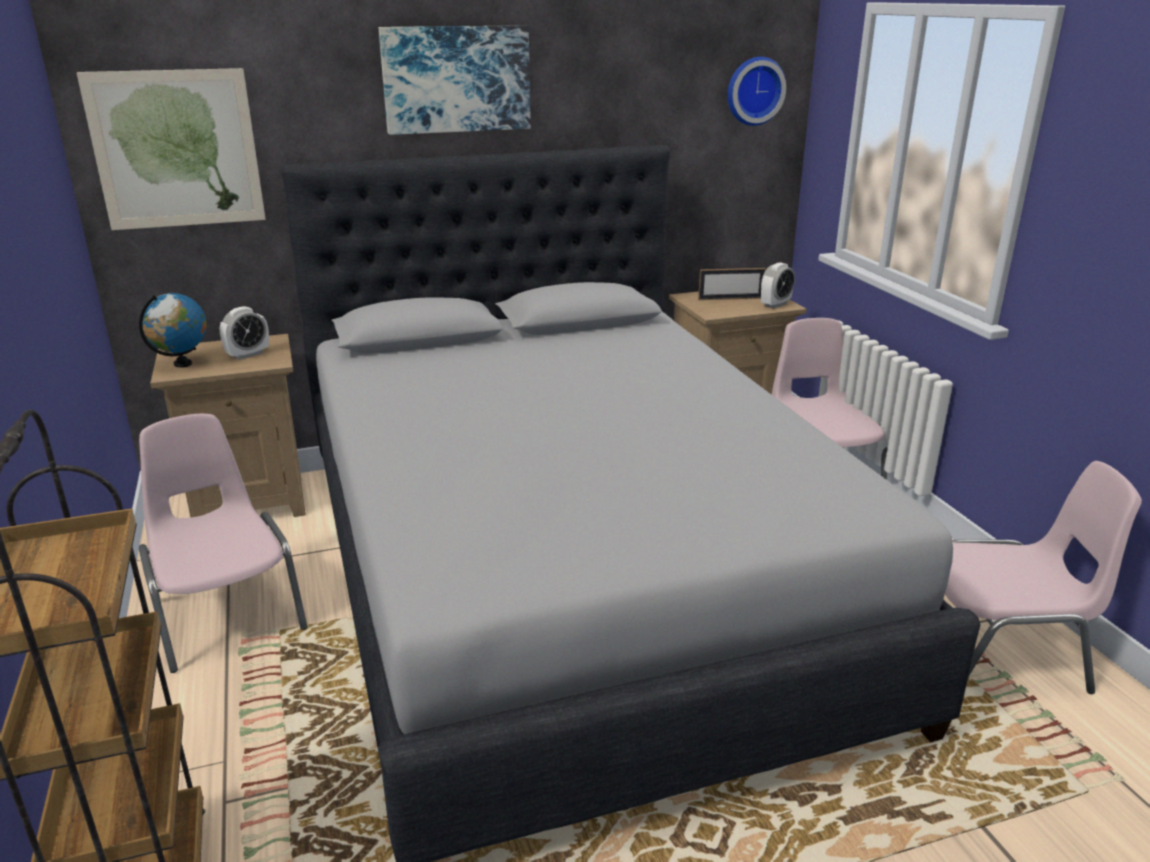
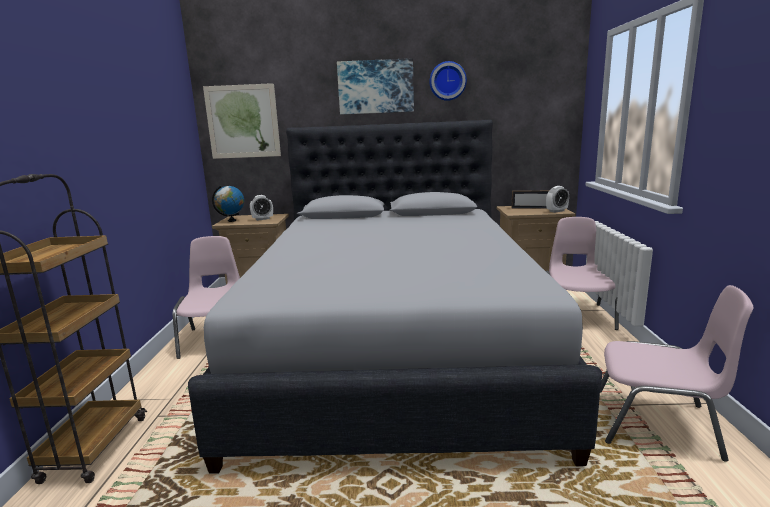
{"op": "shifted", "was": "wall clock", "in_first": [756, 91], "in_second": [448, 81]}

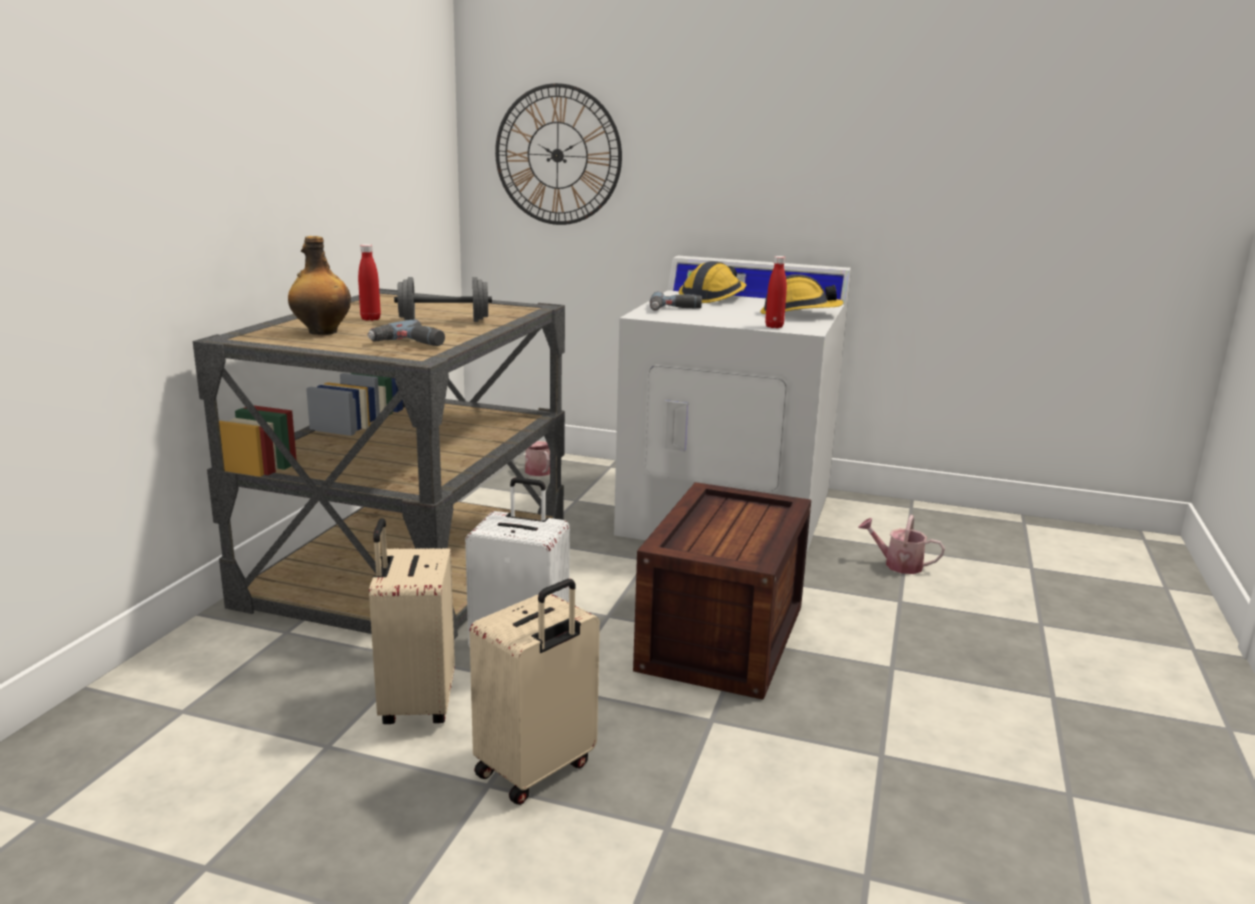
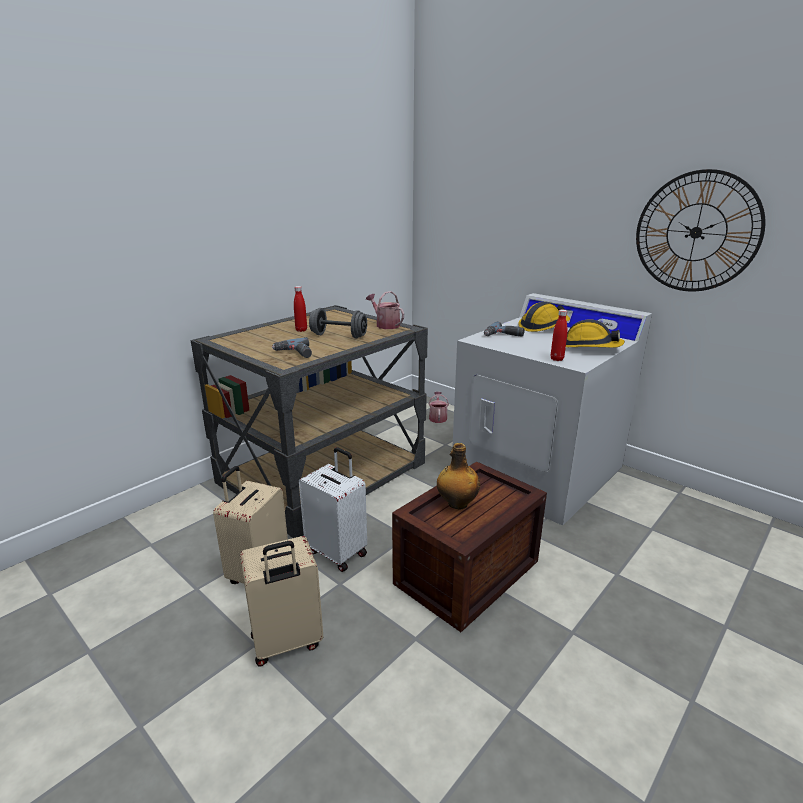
{"op": "shifted", "was": "drink bottle", "in_first": [319, 285], "in_second": [458, 476]}
{"op": "shifted", "was": "wall clock", "in_first": [558, 154], "in_second": [700, 230]}
{"op": "shifted", "was": "sprinkling can", "in_first": [901, 544], "in_second": [385, 310]}

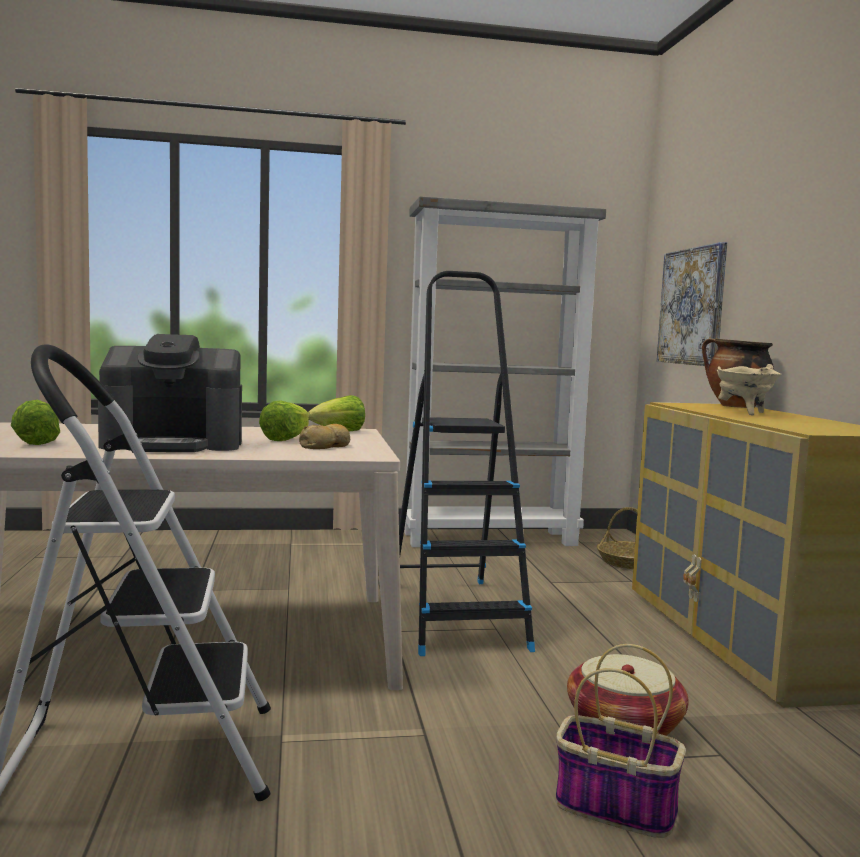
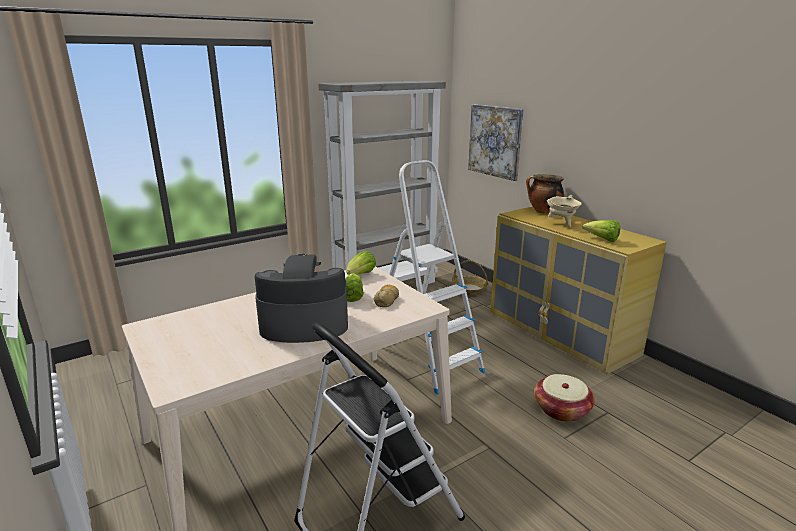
{"op": "shifted", "was": "lettuce", "in_first": [35, 422], "in_second": [601, 231]}
{"op": "rotated", "was": "coffee maker", "in_first": [170, 393], "in_second": [301, 298], "clockwise": -150}
{"op": "repainted", "was": "stepladder (blackish)", "now": "stepladder (white-coloured)", "in_first": [467, 463], "in_second": [437, 277]}
{"op": "gone", "was": "basket", "in_first": [620, 741]}

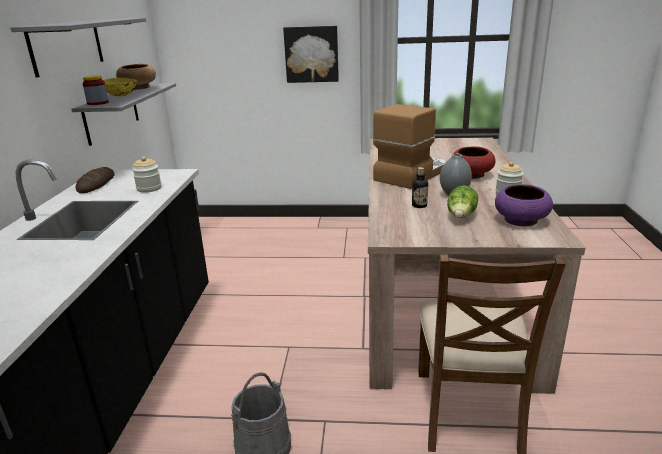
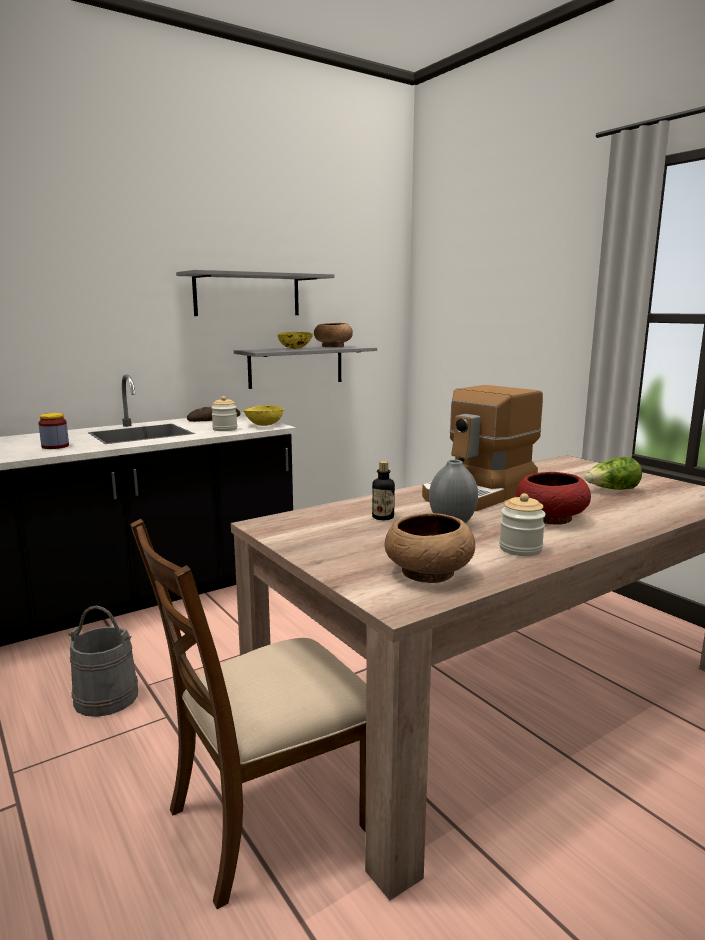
{"op": "shifted", "was": "preserve jar", "in_first": [96, 90], "in_second": [54, 431]}
{"op": "gone", "was": "wall picture", "in_first": [311, 54]}
{"op": "rotated", "was": "coffee maker", "in_first": [409, 146], "in_second": [482, 448], "clockwise": 135}
{"op": "shifted", "was": "lettuce", "in_first": [463, 201], "in_second": [613, 473]}
{"op": "repainted", "was": "bowl (purple)", "now": "bowl (brown)", "in_first": [524, 205], "in_second": [429, 548]}
{"op": "new", "now": "bowl (yellow-coloured)", "in_second": [263, 415]}

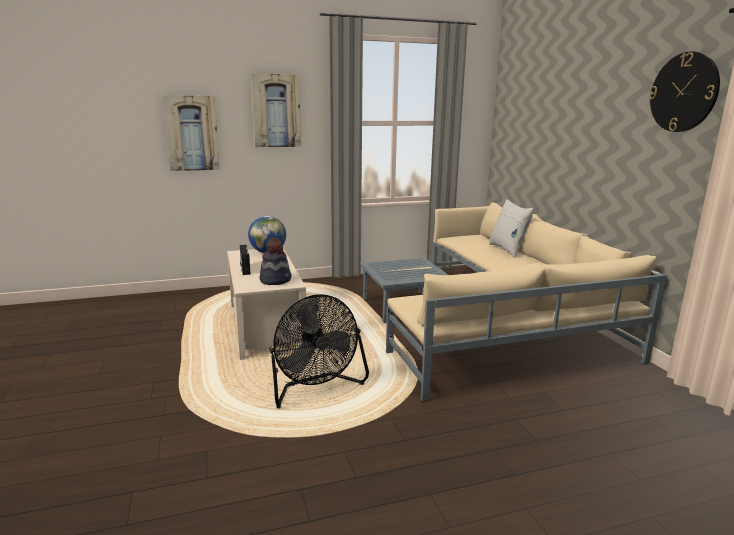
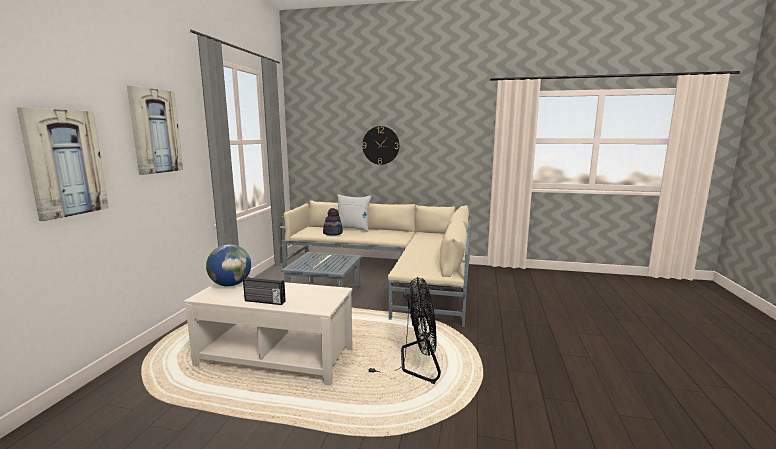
{"op": "shifted", "was": "hat", "in_first": [275, 261], "in_second": [333, 222]}
{"op": "shifted", "was": "wall clock", "in_first": [684, 91], "in_second": [380, 145]}

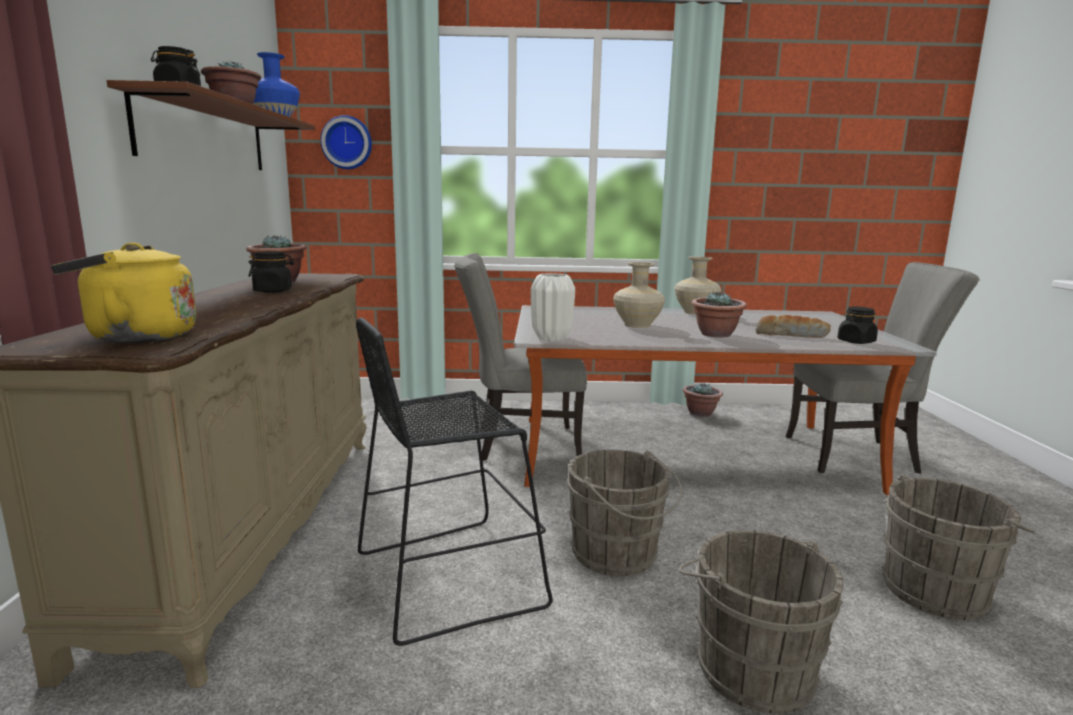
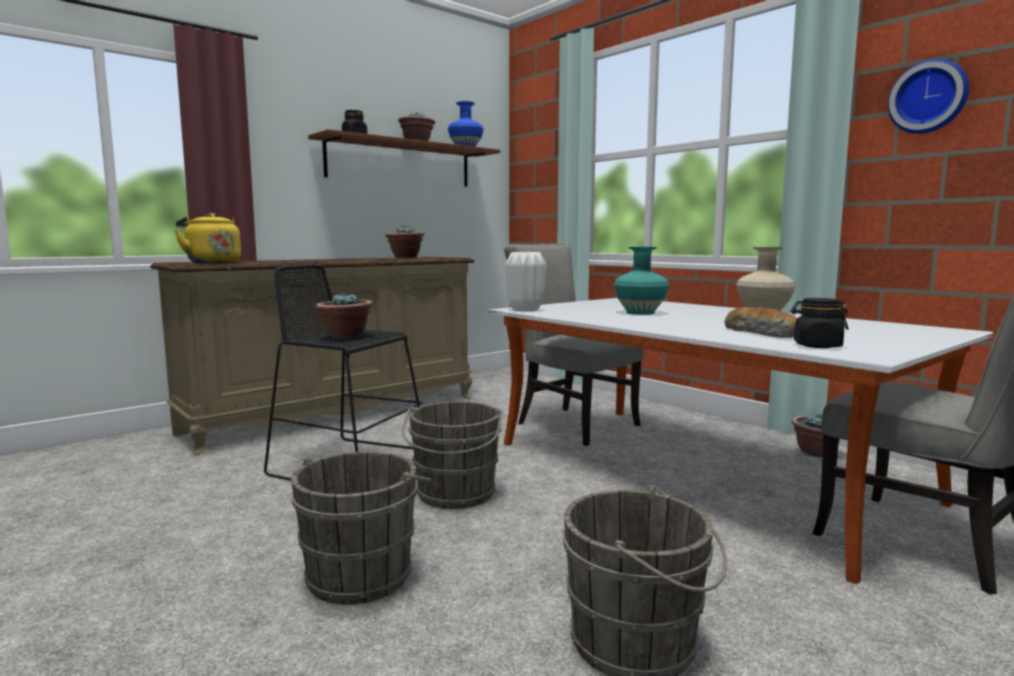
{"op": "gone", "was": "preserve jar (blackish)", "in_first": [271, 272]}
{"op": "shifted", "was": "wall clock", "in_first": [346, 142], "in_second": [928, 96]}
{"op": "repainted", "was": "flower vase (beige)", "now": "flower vase (turquoise)", "in_first": [639, 295], "in_second": [641, 281]}
{"op": "shifted", "was": "potted plant", "in_first": [719, 315], "in_second": [344, 315]}

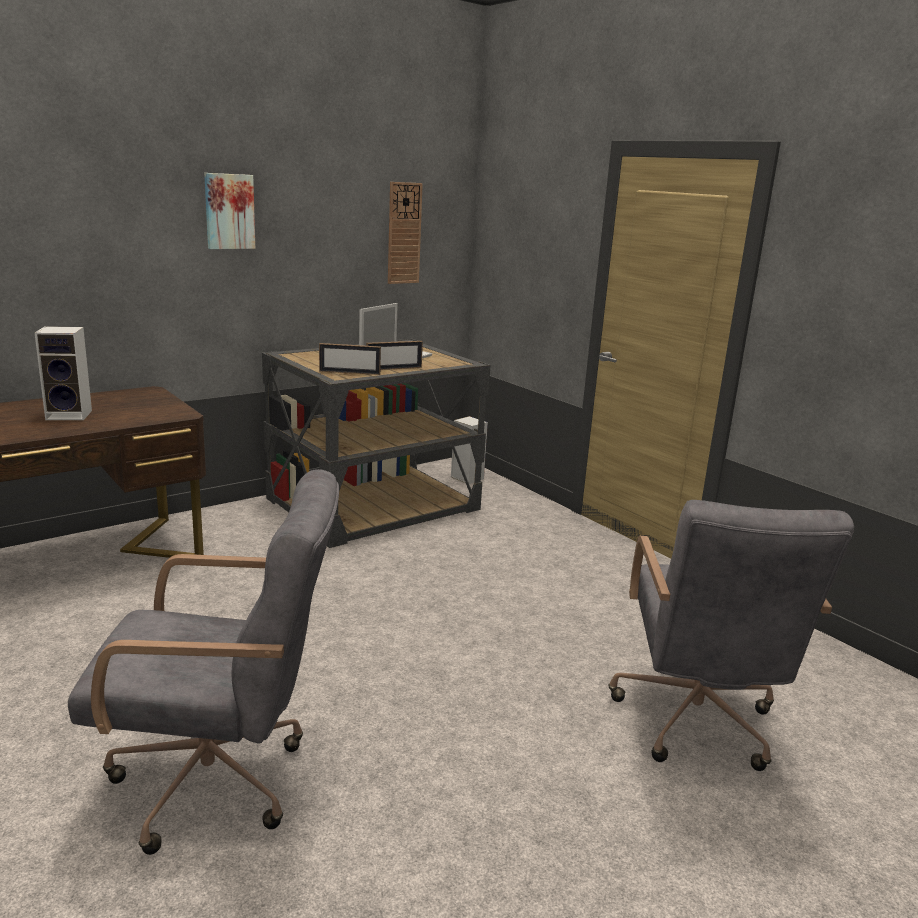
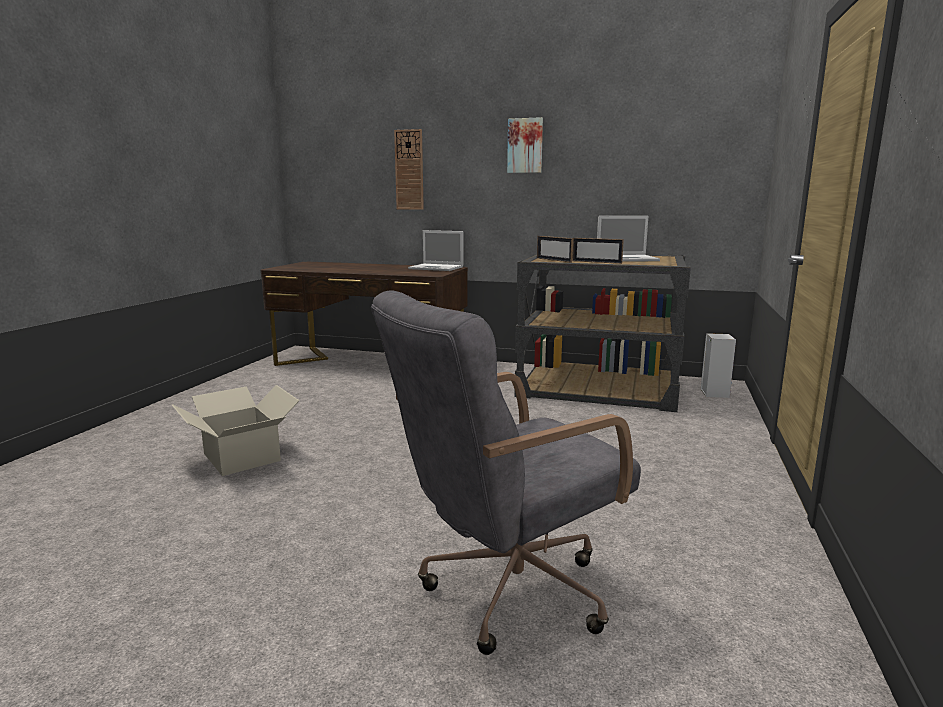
{"op": "gone", "was": "audio speaker", "in_first": [63, 373]}
{"op": "swapped", "was": "office chair (greyish)", "now": "cardboard box", "in_first": [203, 662], "in_second": [236, 430]}
{"op": "shifted", "was": "wall clock", "in_first": [405, 233], "in_second": [409, 169]}
{"op": "new", "now": "laptop", "in_second": [435, 250]}

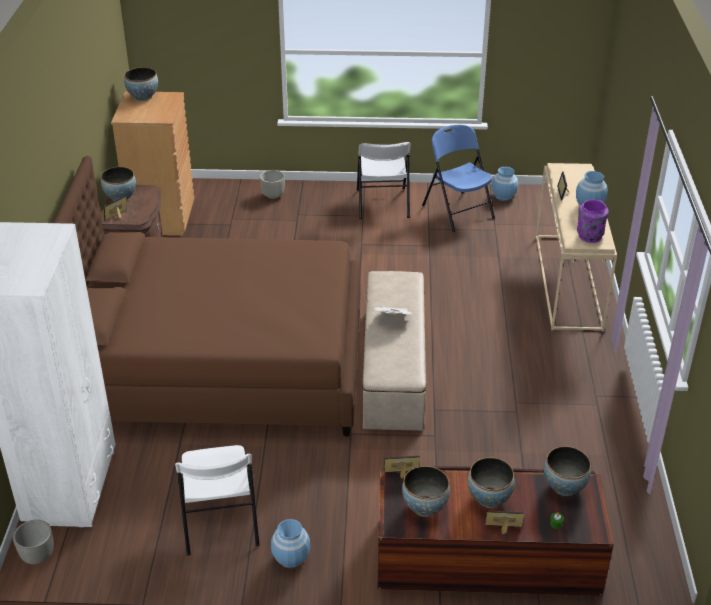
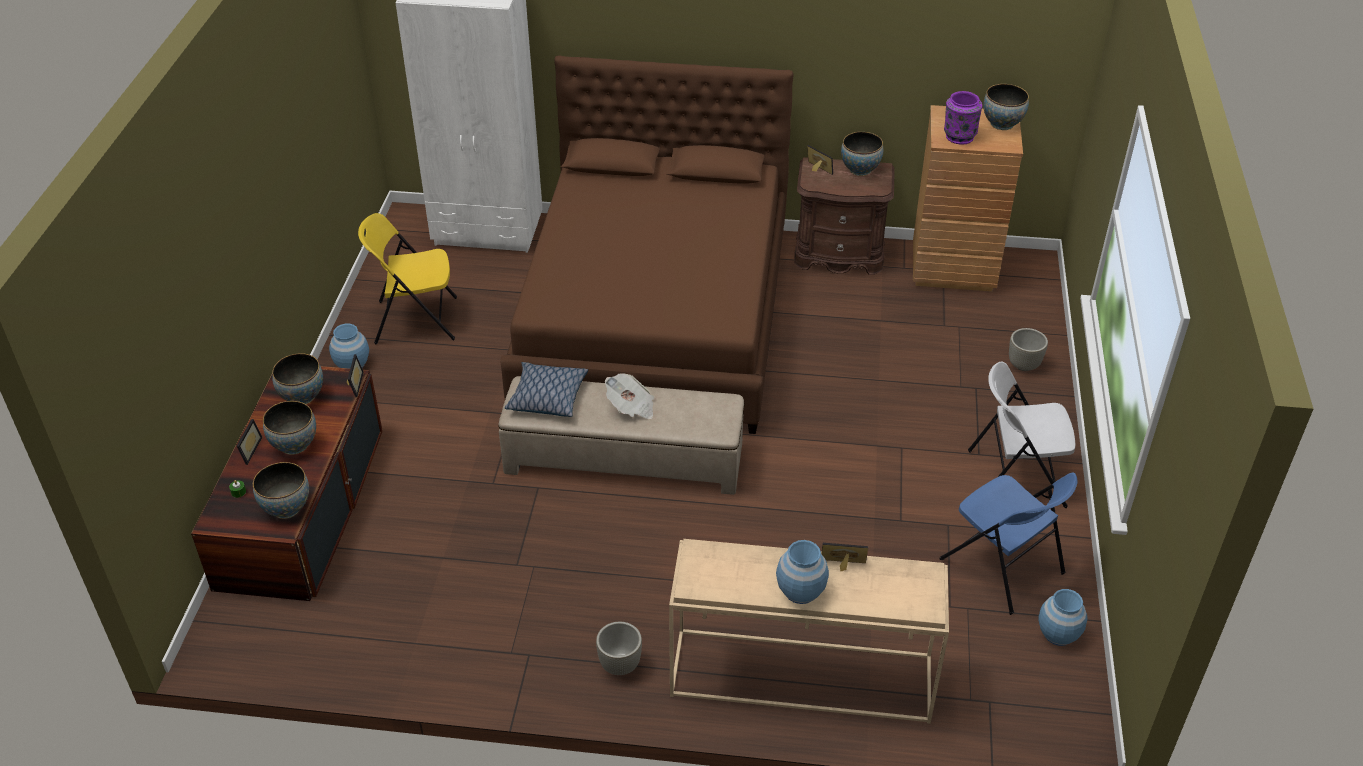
{"op": "shifted", "was": "plant pot (greyish)", "in_first": [33, 542], "in_second": [619, 648]}
{"op": "repainted", "was": "upright chair (white-coloured)", "now": "upright chair (yellow-coloured)", "in_first": [217, 500], "in_second": [407, 278]}
{"op": "rotated", "was": "upright chair (blue-coloured)", "in_first": [458, 178], "in_second": [1009, 544], "clockwise": 75}
{"op": "shifted", "was": "flower vase (purple)", "in_first": [593, 221], "in_second": [963, 117]}
{"op": "new", "now": "pillow", "in_second": [546, 389]}

